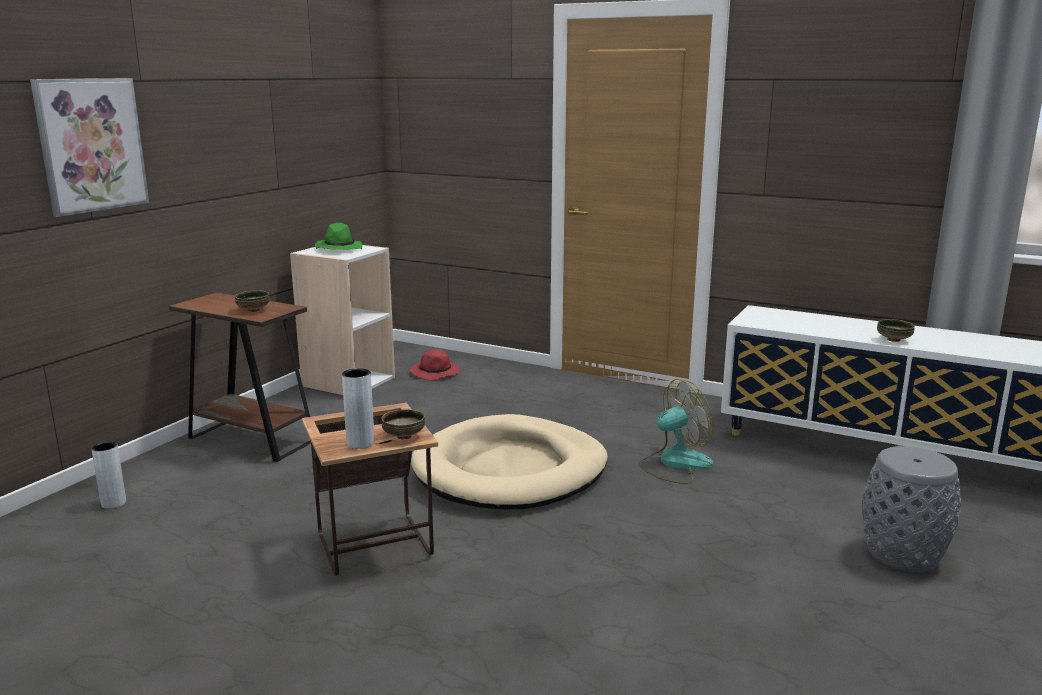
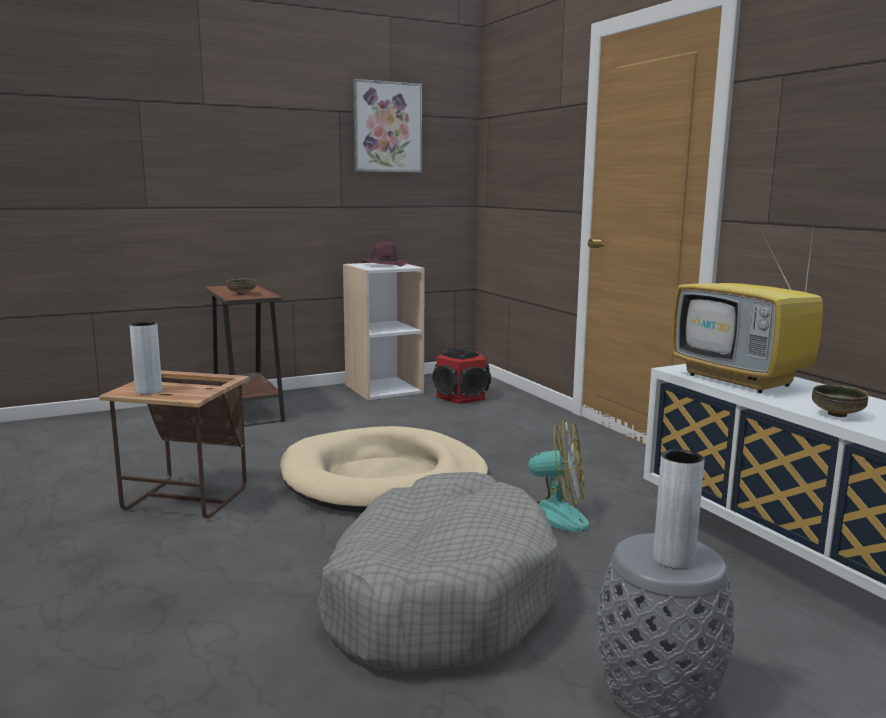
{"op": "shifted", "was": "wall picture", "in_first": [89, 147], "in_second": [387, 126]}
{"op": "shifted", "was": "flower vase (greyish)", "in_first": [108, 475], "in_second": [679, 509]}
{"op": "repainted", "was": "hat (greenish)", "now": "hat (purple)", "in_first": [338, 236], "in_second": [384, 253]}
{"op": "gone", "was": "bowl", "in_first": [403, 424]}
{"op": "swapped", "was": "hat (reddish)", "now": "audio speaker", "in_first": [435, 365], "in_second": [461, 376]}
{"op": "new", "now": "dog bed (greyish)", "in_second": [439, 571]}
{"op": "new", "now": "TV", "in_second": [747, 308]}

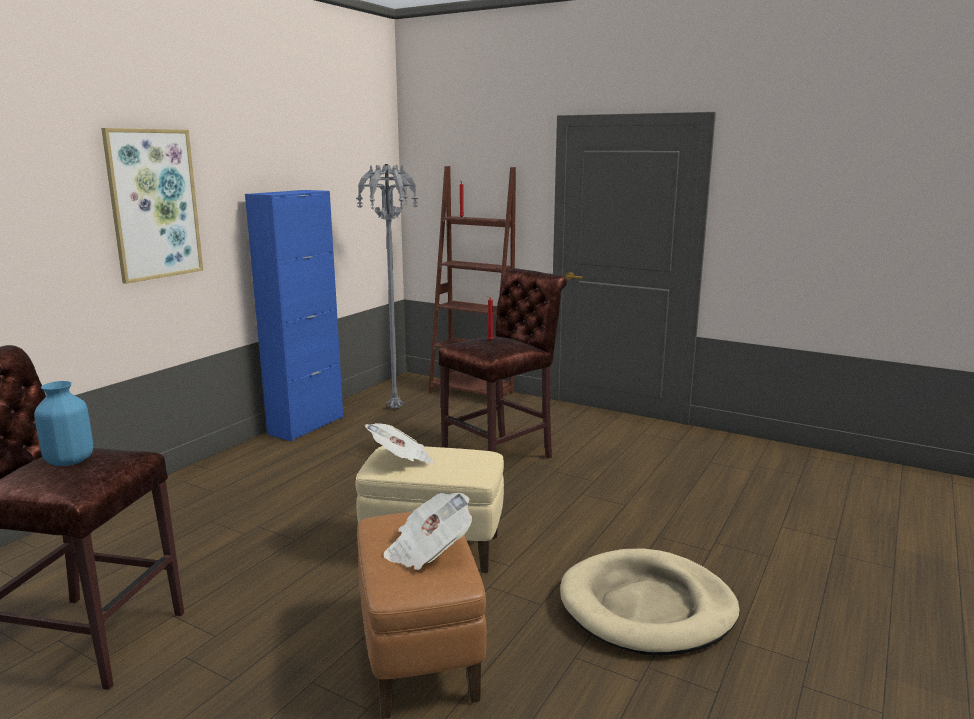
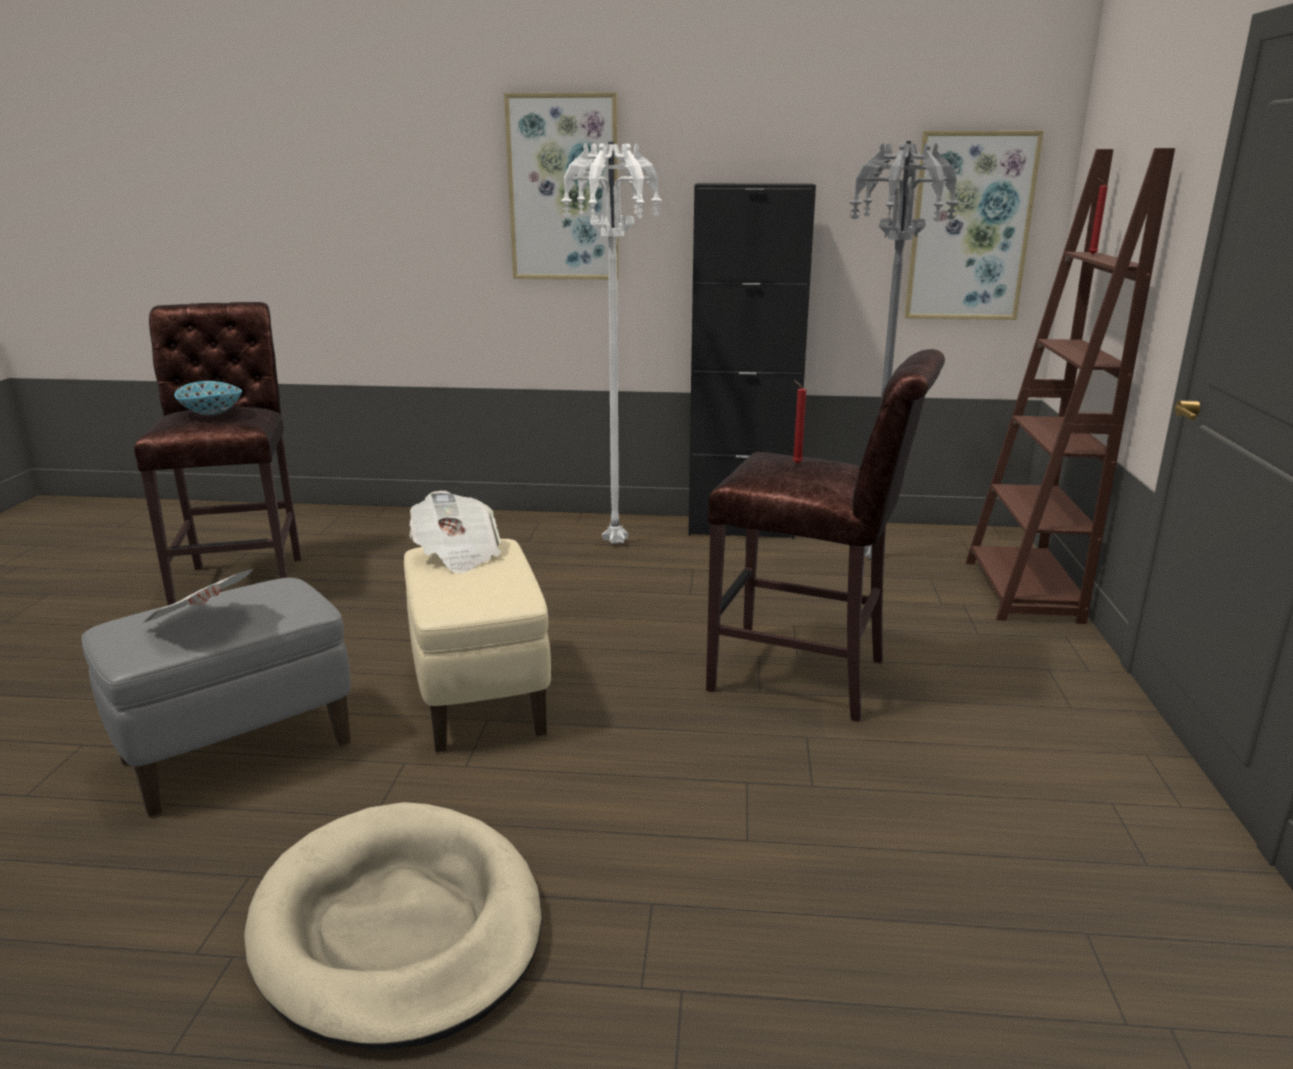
{"op": "swapped", "was": "flower vase (blue-coloured)", "now": "bowl", "in_first": [63, 423], "in_second": [208, 398]}
{"op": "repainted", "was": "cabinet (blue-coloured)", "now": "cabinet (blackish)", "in_first": [294, 315], "in_second": [752, 361]}
{"op": "repainted", "was": "pouffe (brown)", "now": "pouffe (greyish)", "in_first": [422, 615], "in_second": [216, 697]}
{"op": "new", "now": "floor lamp (white-coloured)", "in_second": [611, 343]}
{"op": "new", "now": "wall picture", "in_second": [974, 225]}

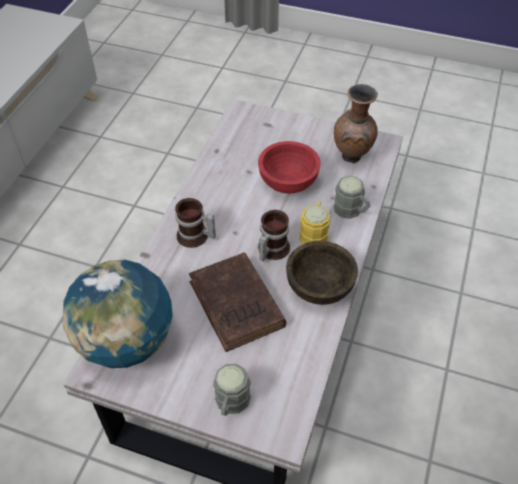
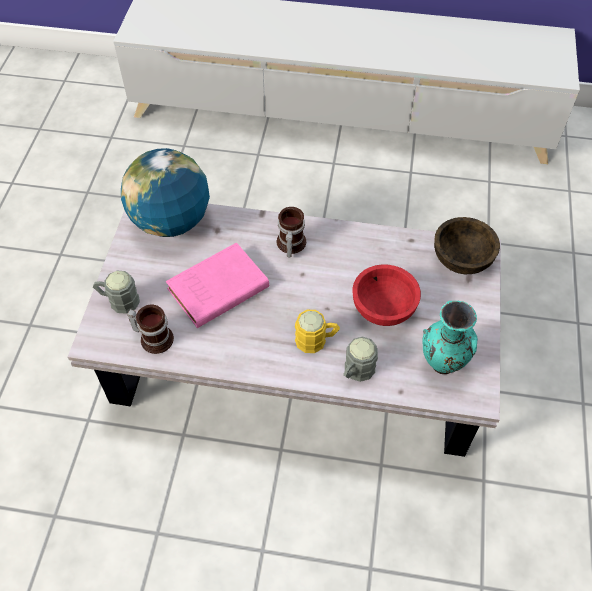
{"op": "repainted", "was": "volume (brown)", "now": "volume (pink-coloured)", "in_first": [237, 302], "in_second": [217, 285]}
{"op": "shifted", "was": "mug", "in_first": [274, 235], "in_second": [150, 329]}
{"op": "shifted", "was": "bowl (brown)", "in_first": [322, 273], "in_second": [467, 245]}
{"op": "repainted", "was": "flower vase (brown)", "now": "flower vase (turquoise)", "in_first": [356, 123], "in_second": [450, 337]}

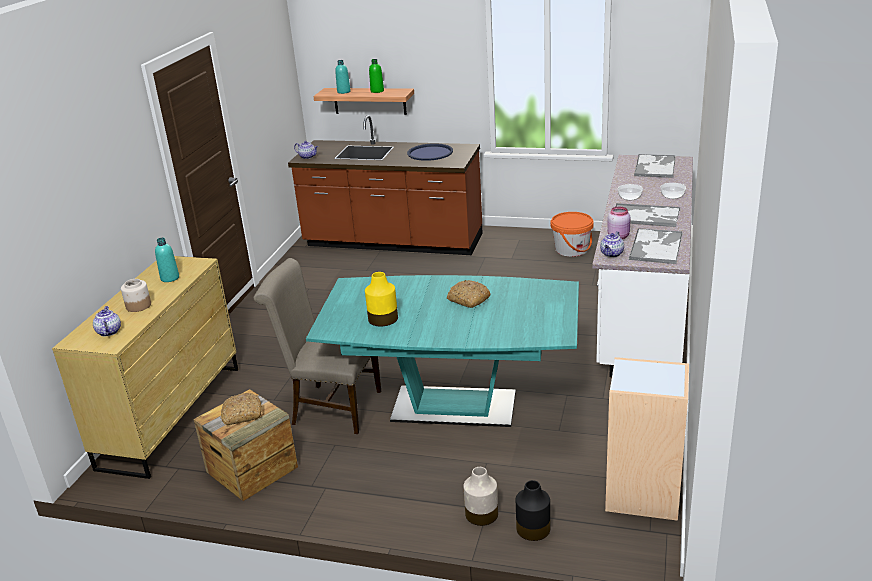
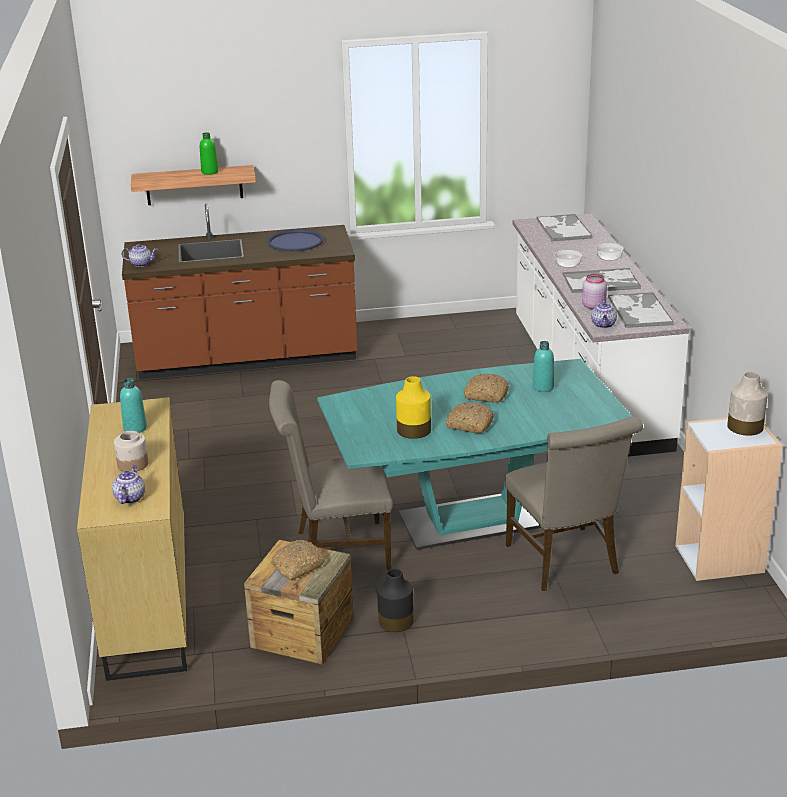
{"op": "rotated", "was": "teapot", "in_first": [107, 321], "in_second": [128, 484], "clockwise": 45}
{"op": "shifted", "was": "drink bottle (turquoise)", "in_first": [343, 77], "in_second": [543, 366]}
{"op": "shifted", "was": "flower vase (beige)", "in_first": [481, 496], "in_second": [747, 404]}
{"op": "shifted", "was": "flower vase (blackish)", "in_first": [533, 510], "in_second": [395, 600]}
{"op": "gone", "was": "bucket (orange-coloured)", "in_first": [572, 234]}
{"op": "new", "now": "bakery bread", "in_second": [470, 417]}
{"op": "new", "now": "upright chair (beige)", "in_second": [574, 504]}

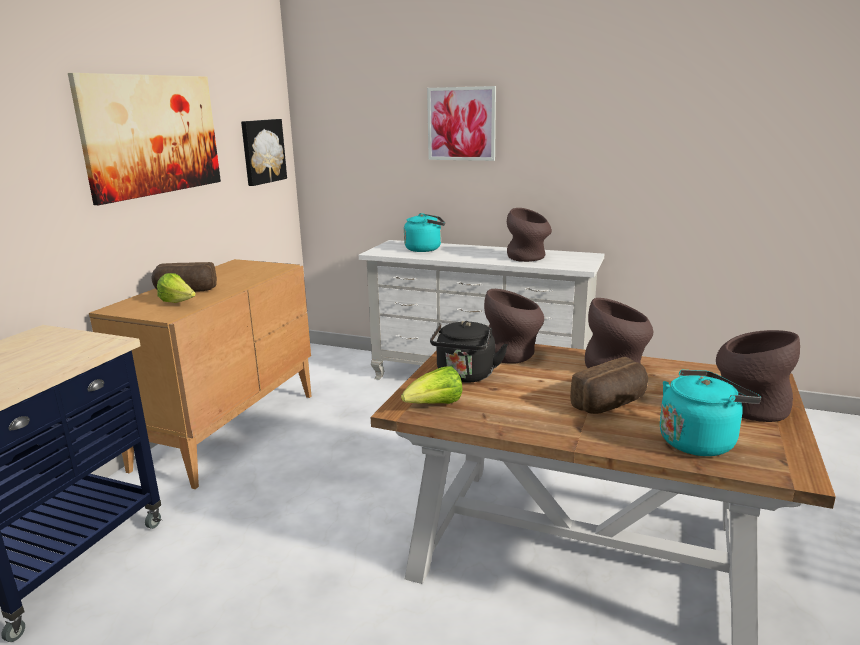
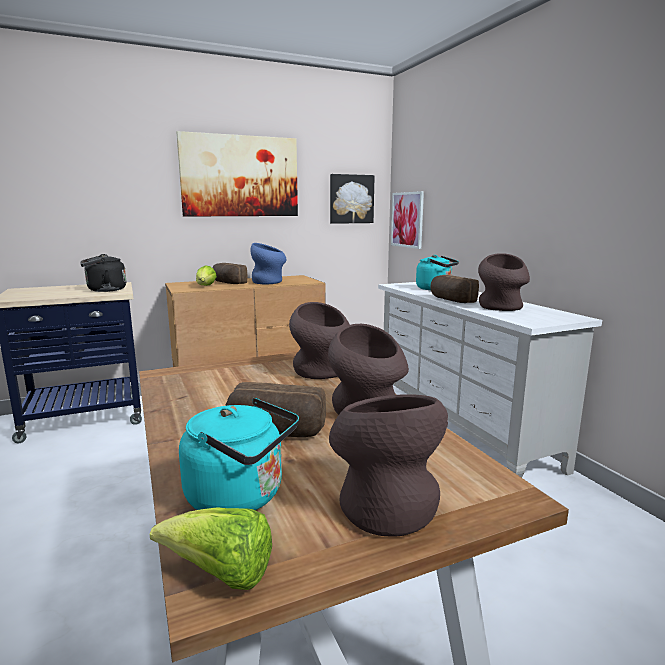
{"op": "shifted", "was": "lettuce", "in_first": [431, 385], "in_second": [211, 548]}
{"op": "shifted", "was": "wall picture", "in_first": [461, 123], "in_second": [407, 220]}
{"op": "shifted", "was": "water kettle (blackish)", "in_first": [469, 352], "in_second": [103, 273]}
{"op": "new", "now": "flower vase (blue-coloured)", "in_second": [269, 263]}
{"op": "new", "now": "bakery bread", "in_second": [454, 289]}

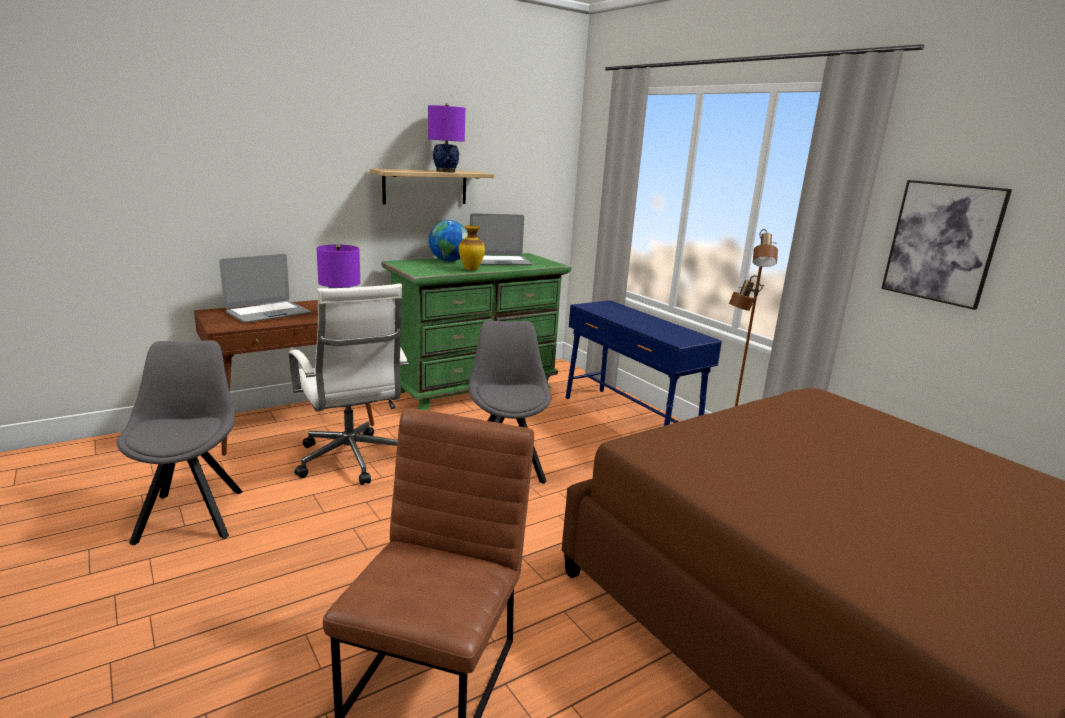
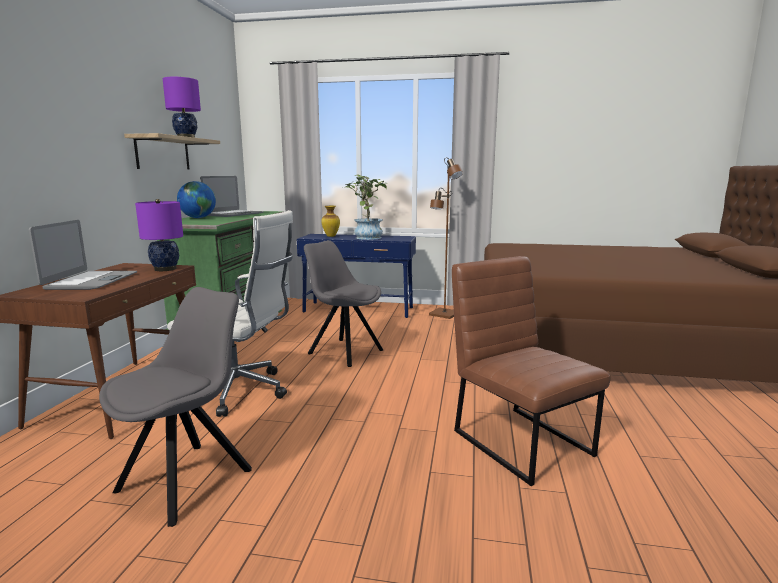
{"op": "rotated", "was": "upright chair (greyish)", "in_first": [179, 442], "in_second": [175, 407], "clockwise": 90}
{"op": "shifted", "was": "flower vase", "in_first": [472, 248], "in_second": [330, 221]}
{"op": "gone", "was": "wall picture", "in_first": [946, 245]}
{"op": "new", "now": "potted plant", "in_second": [364, 207]}

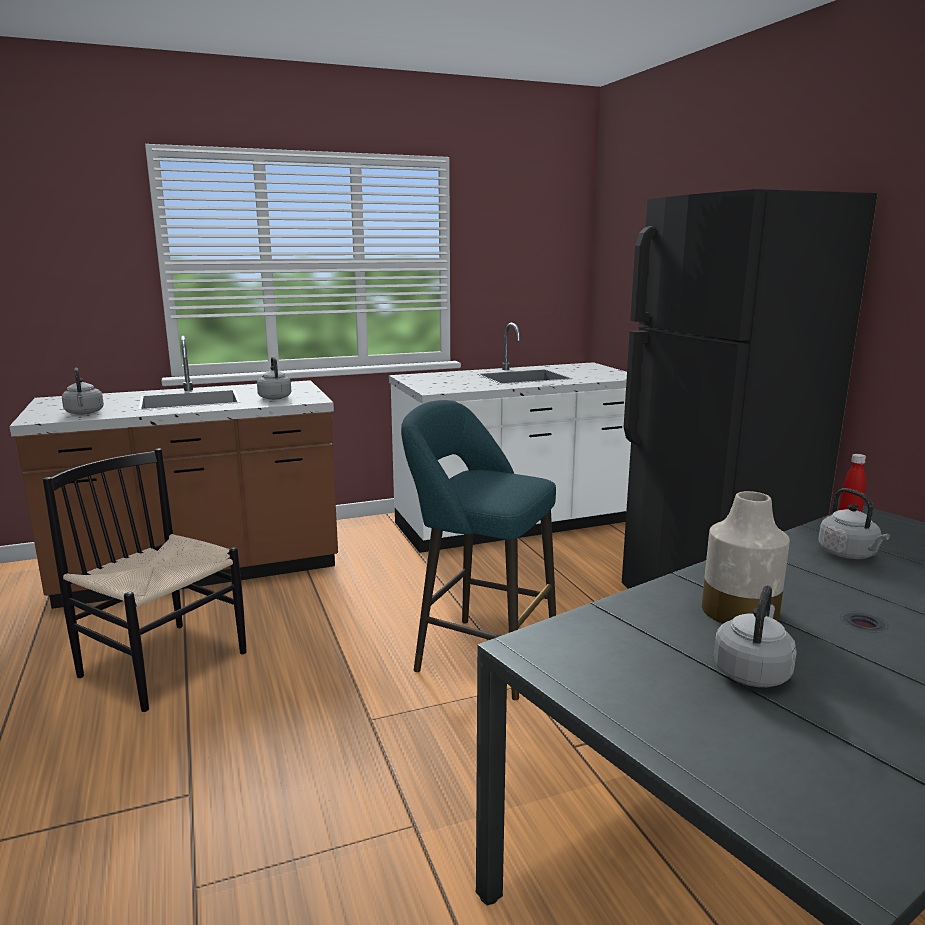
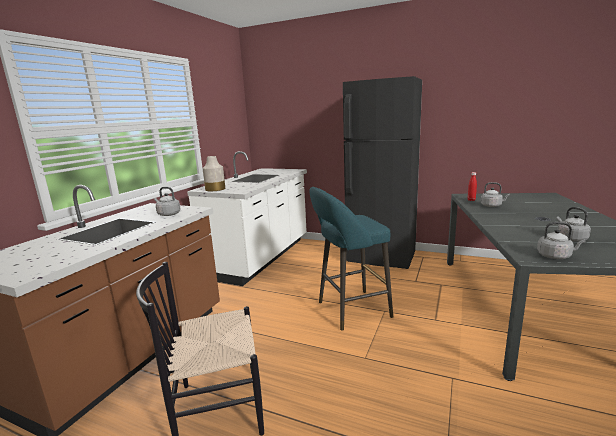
{"op": "shifted", "was": "water kettle (greyish)", "in_first": [83, 391], "in_second": [561, 240]}
{"op": "shifted", "was": "flower vase (beige)", "in_first": [746, 557], "in_second": [214, 173]}

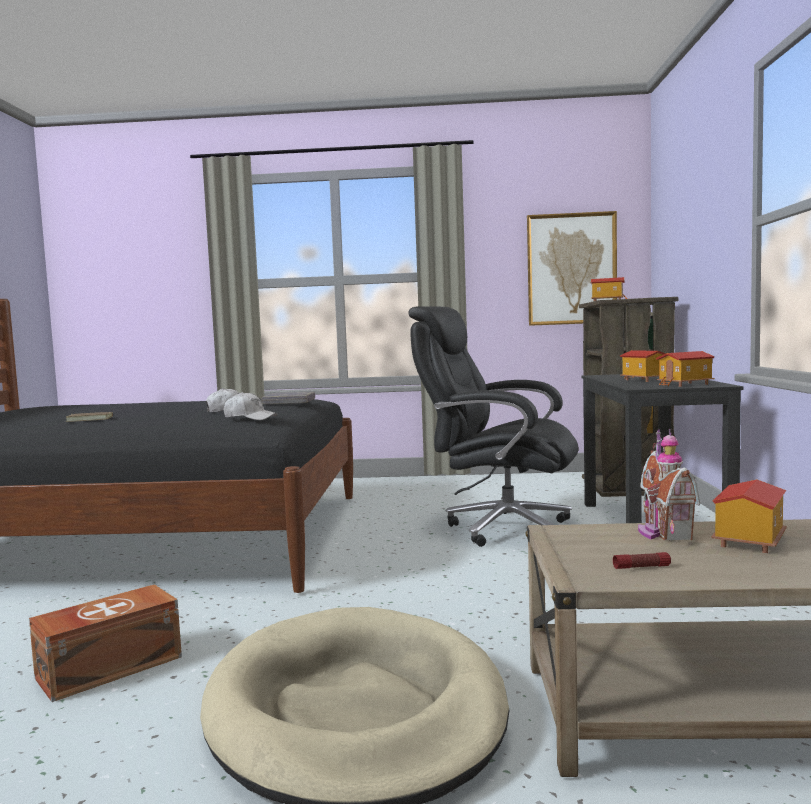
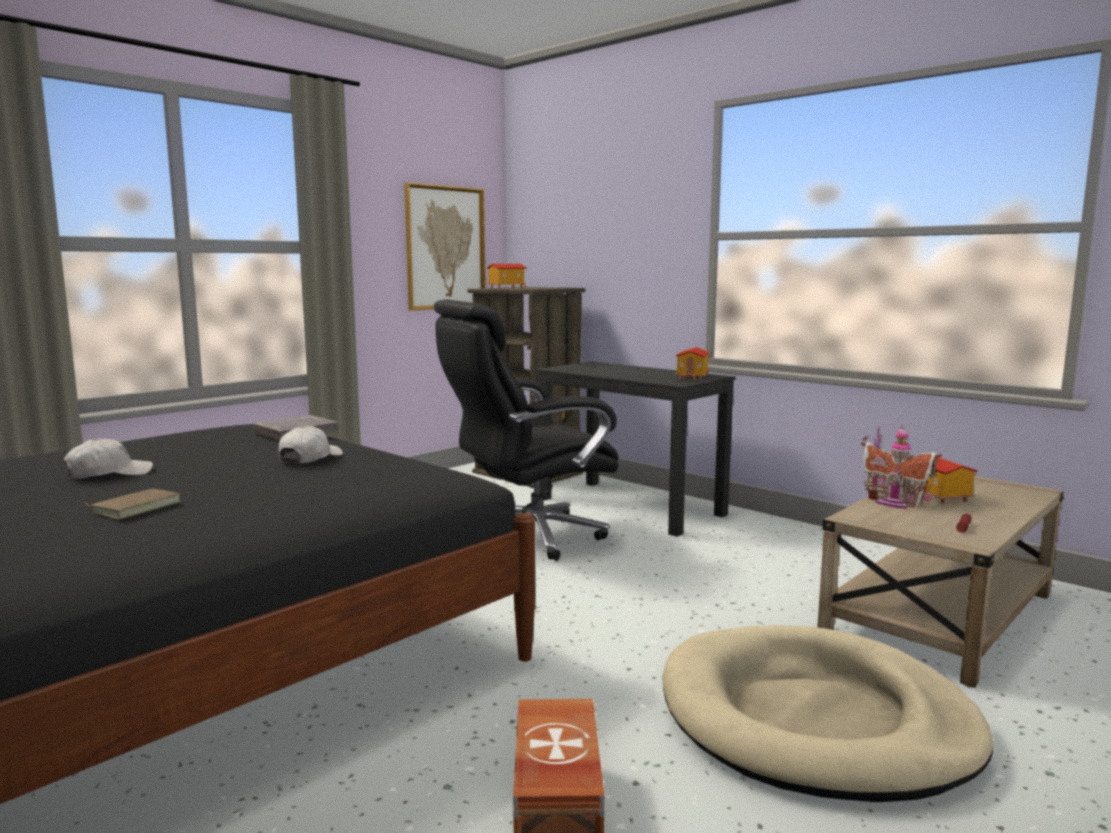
{"op": "shifted", "was": "cap (white-coloured)", "in_first": [251, 406], "in_second": [108, 458]}
{"op": "gone", "was": "toy house", "in_first": [643, 366]}

